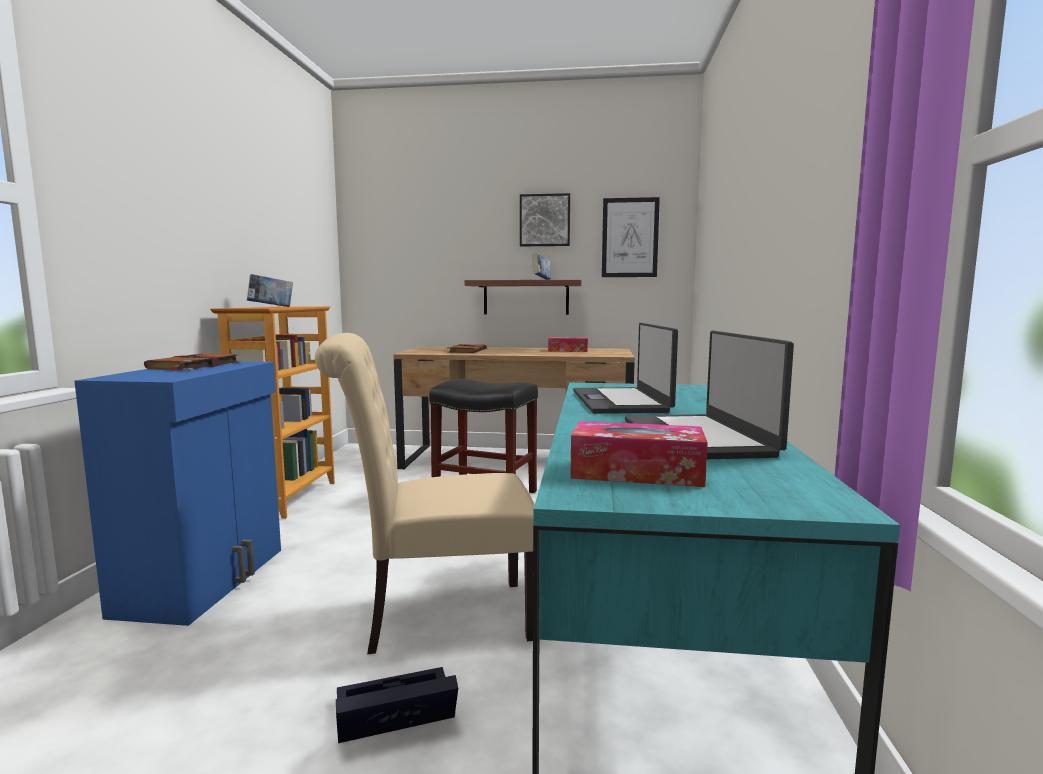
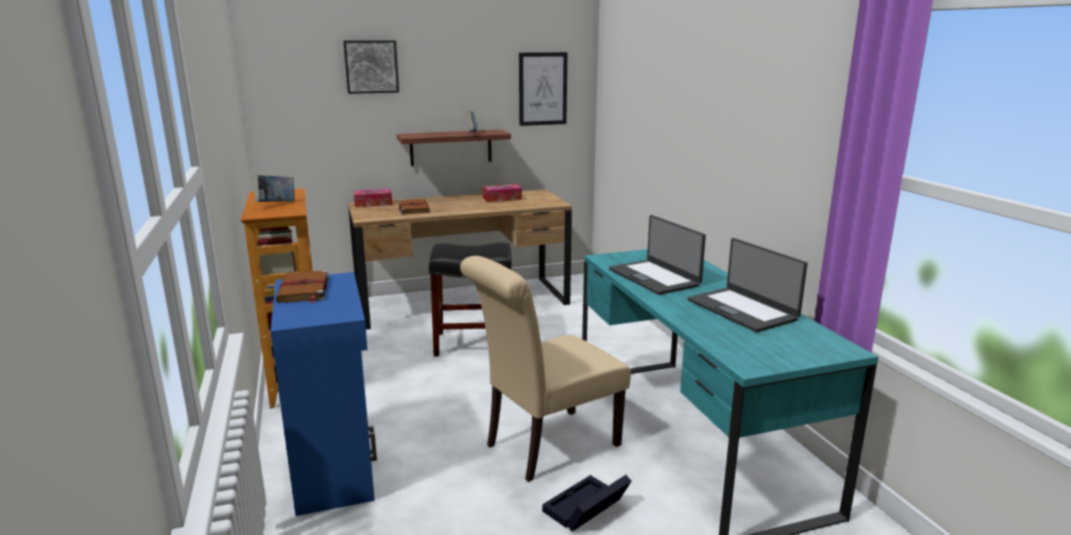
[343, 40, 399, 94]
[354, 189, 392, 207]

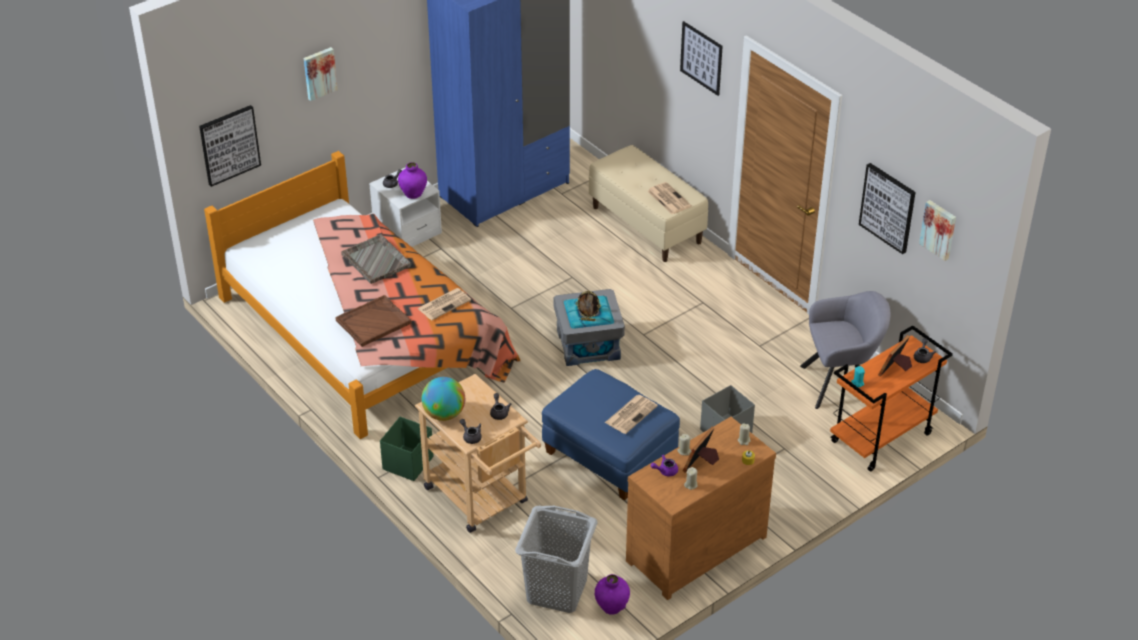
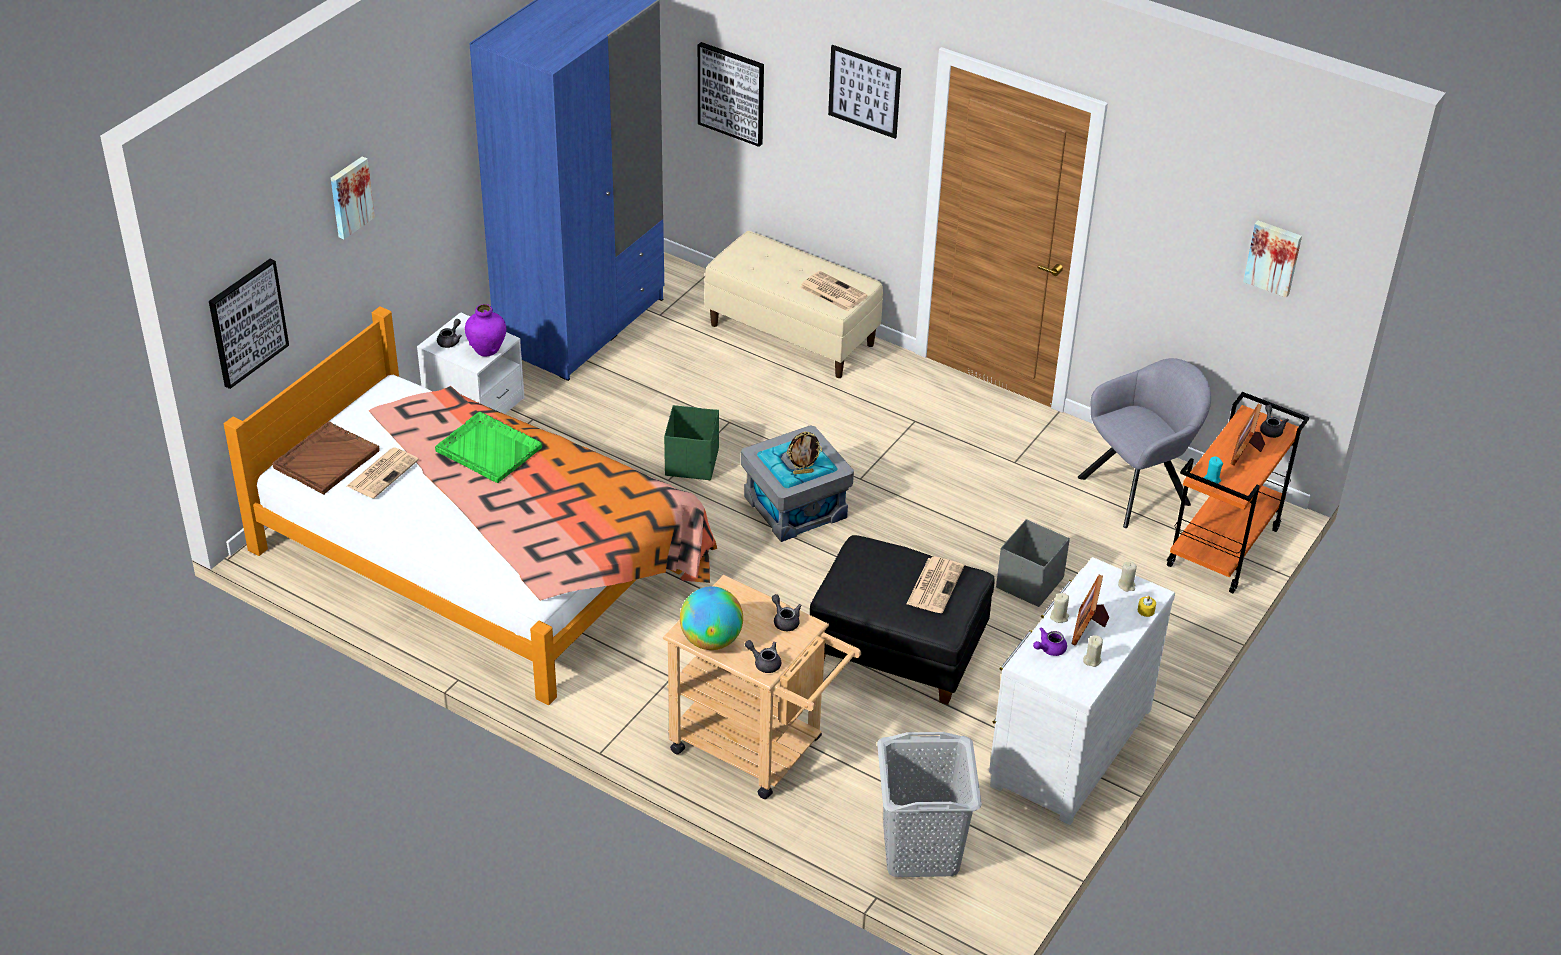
[272, 421, 380, 494]
[435, 412, 542, 483]
[664, 405, 719, 480]
[347, 447, 419, 499]
[810, 535, 994, 705]
[595, 574, 630, 615] (first image)
[989, 557, 1175, 825]
[698, 42, 764, 147]

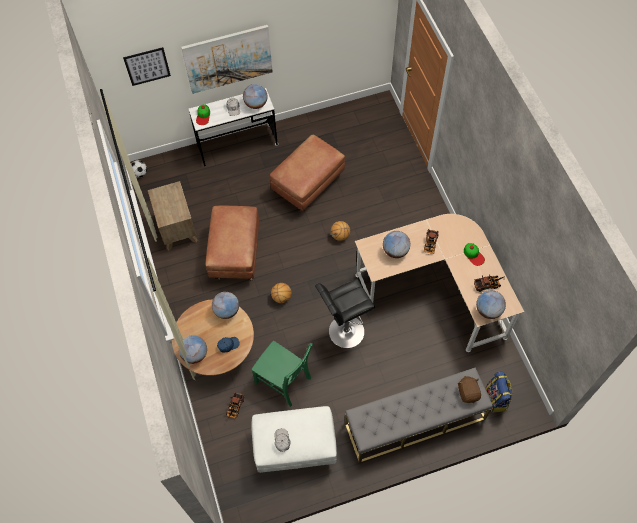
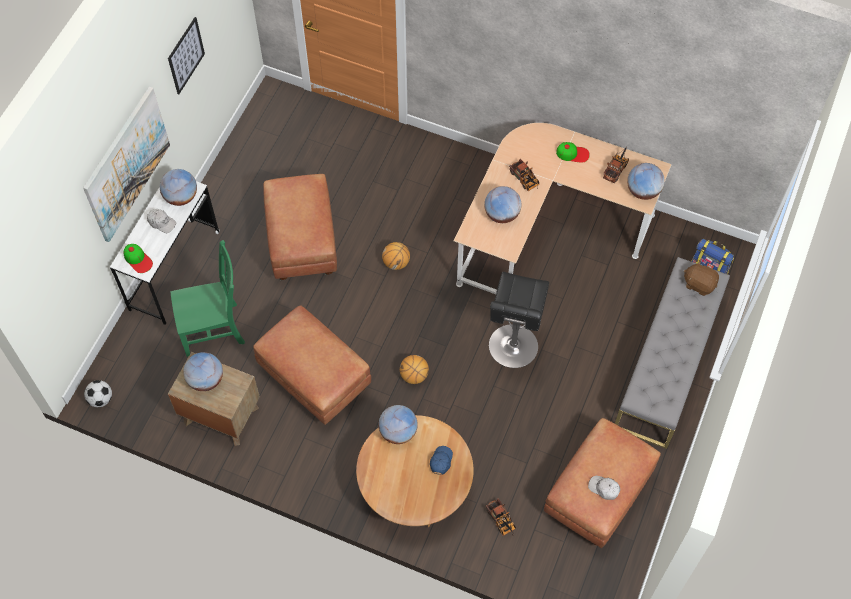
[168, 17, 205, 95]
[183, 352, 223, 391]
[170, 240, 245, 357]
[544, 418, 661, 548]

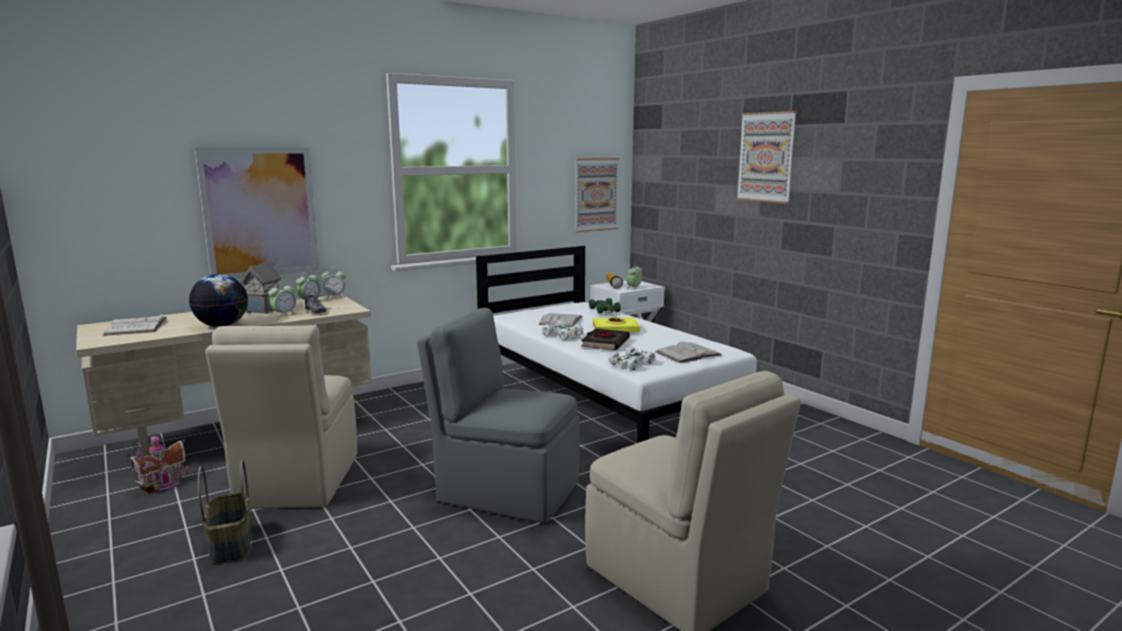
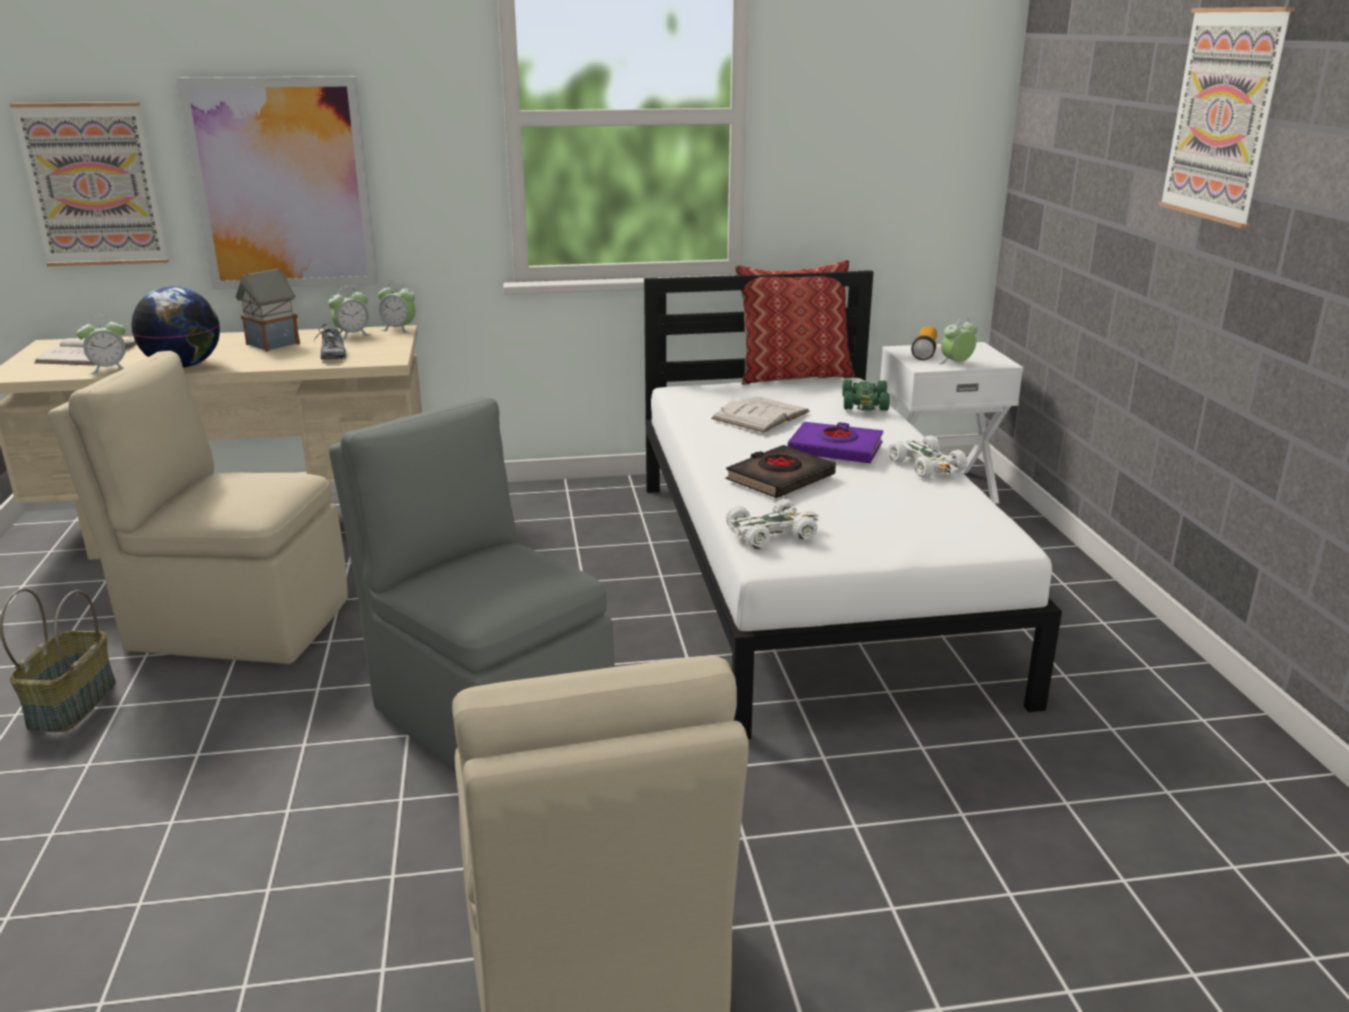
[126, 433, 190, 493] (first image)
[48, 351, 348, 664]
[77, 316, 125, 374]
[888, 436, 967, 478]
[10, 102, 169, 266]
[788, 422, 883, 463]
[656, 342, 722, 363] (first image)
[734, 260, 854, 385]

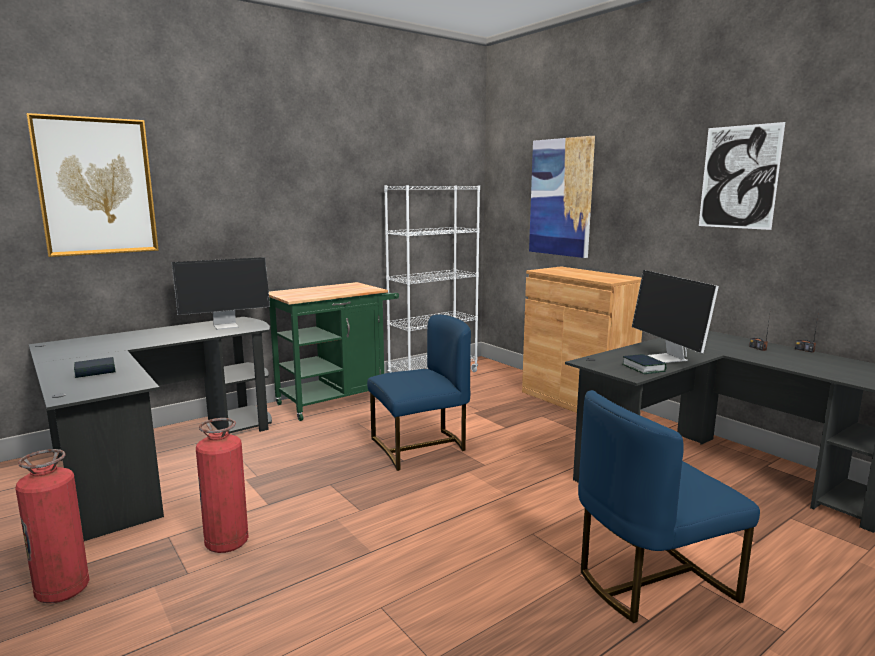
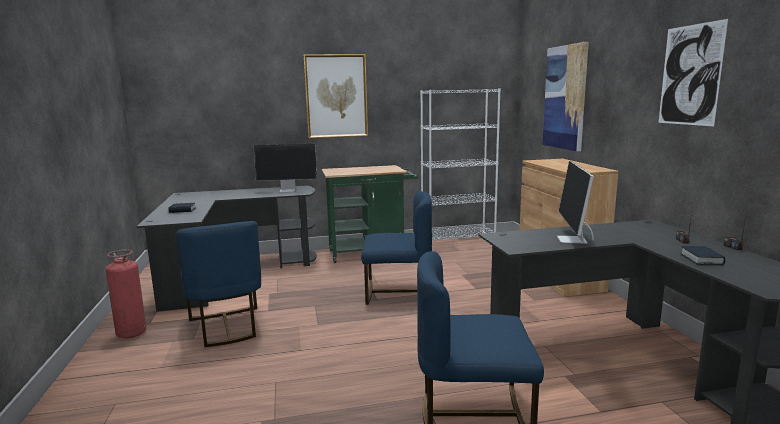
[304, 54, 368, 138]
[176, 221, 261, 347]
[680, 246, 725, 265]

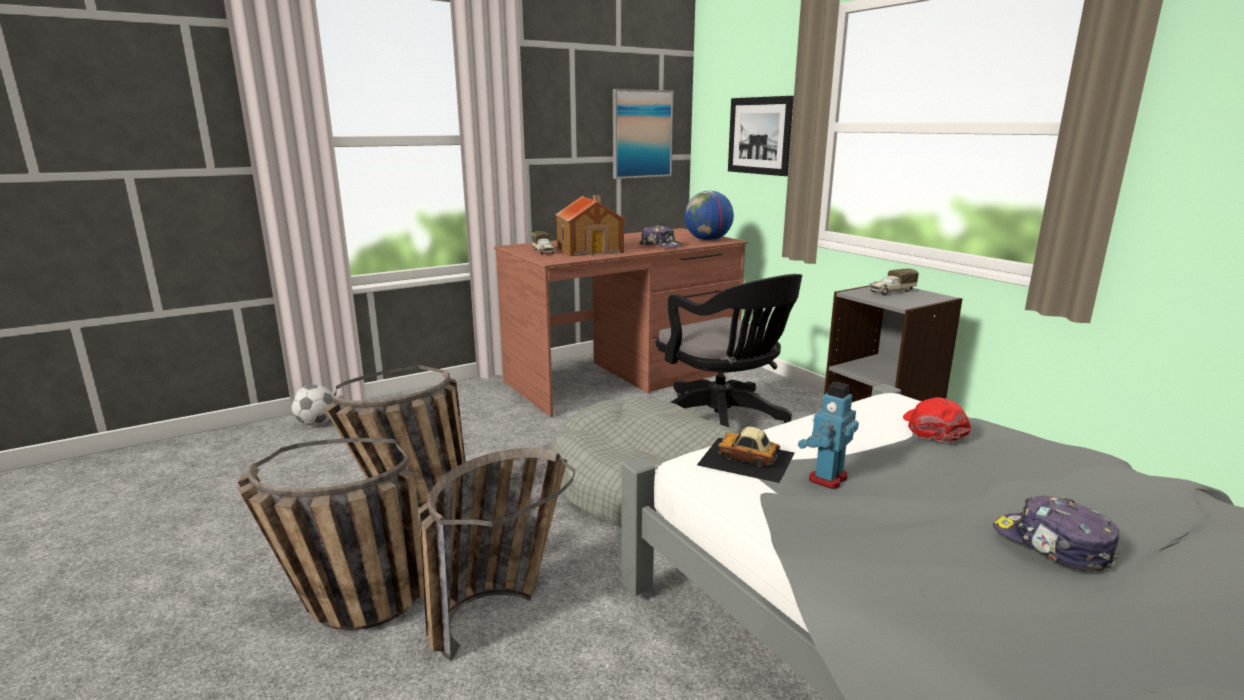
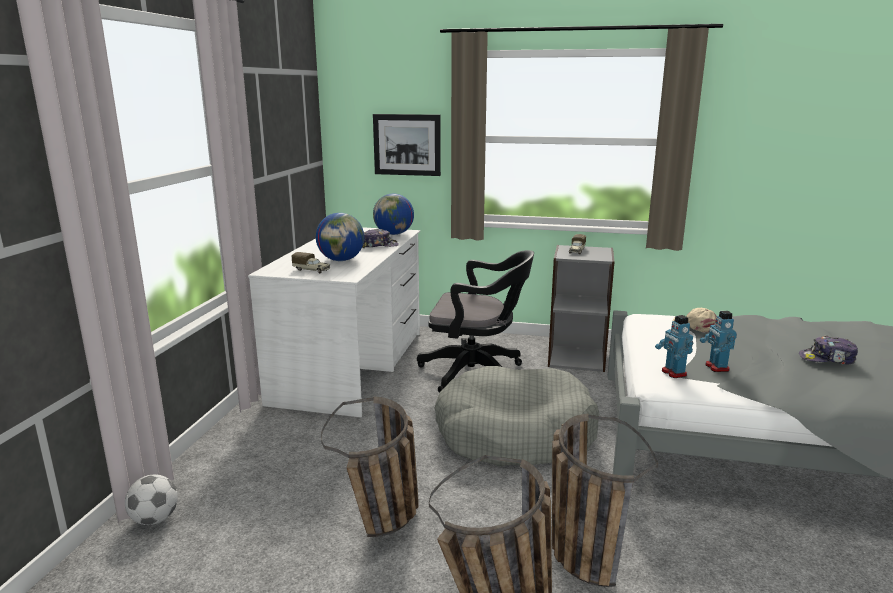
[248, 227, 420, 417]
[316, 213, 364, 261]
[613, 89, 673, 179] (first image)
[655, 315, 693, 378]
[673, 308, 717, 332]

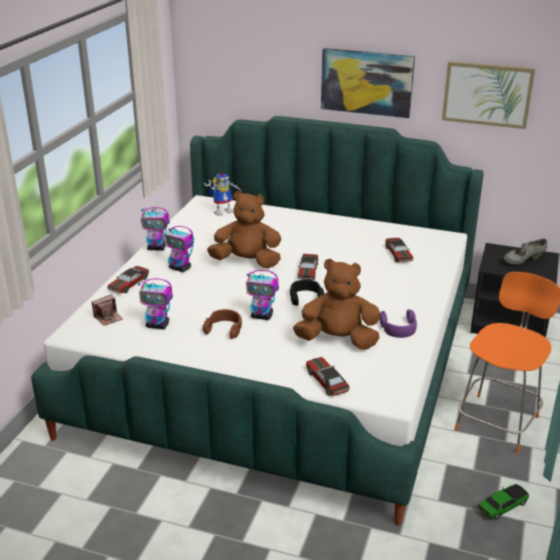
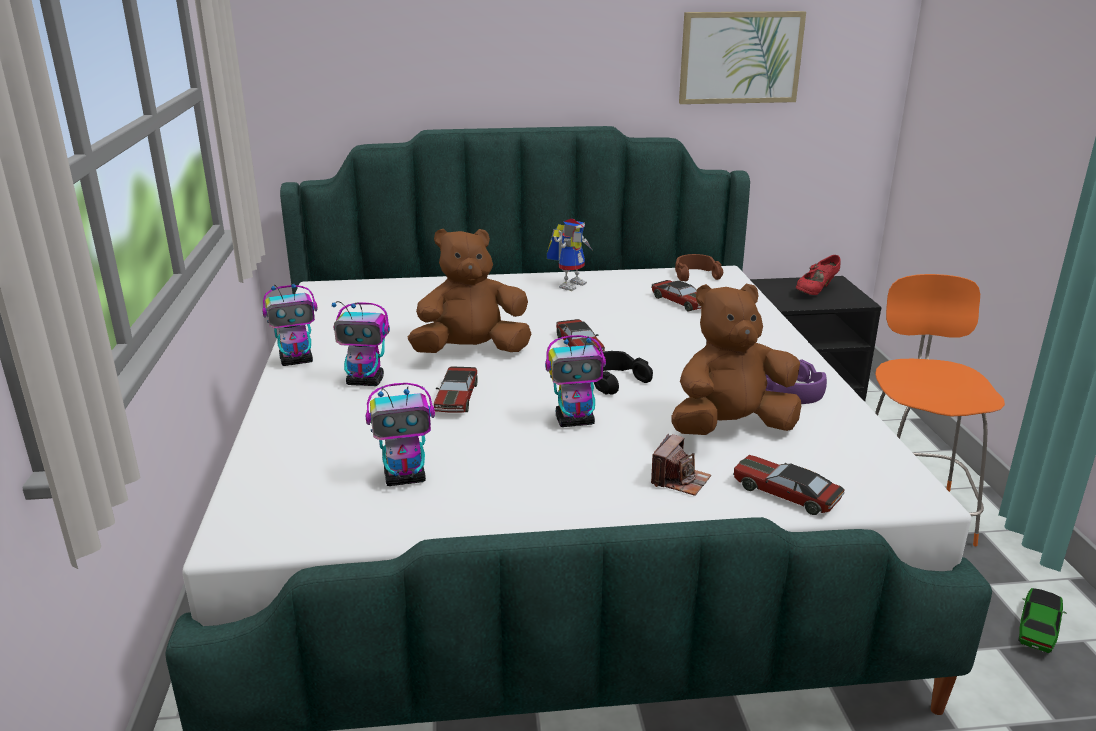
[651, 434, 711, 496]
[434, 366, 478, 412]
[675, 254, 723, 282]
[547, 218, 592, 291]
[321, 48, 415, 118] (first image)
[796, 255, 841, 295]

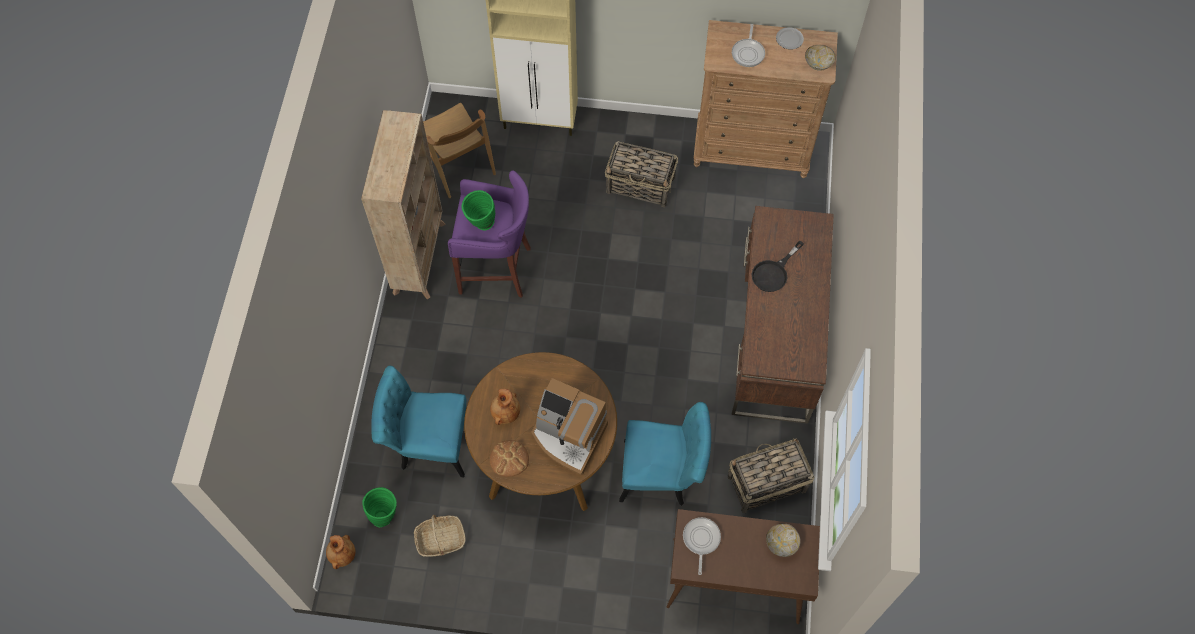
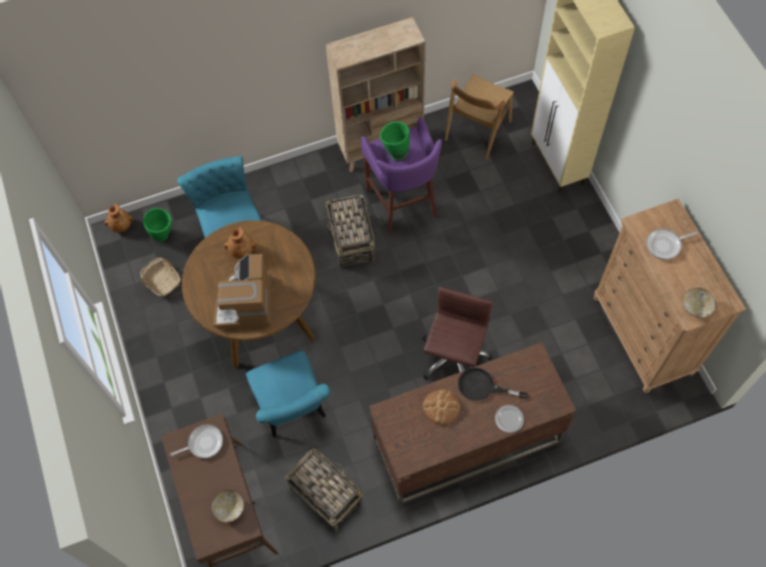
[423, 389, 460, 425]
[325, 194, 375, 268]
[495, 405, 524, 433]
[422, 287, 493, 380]

